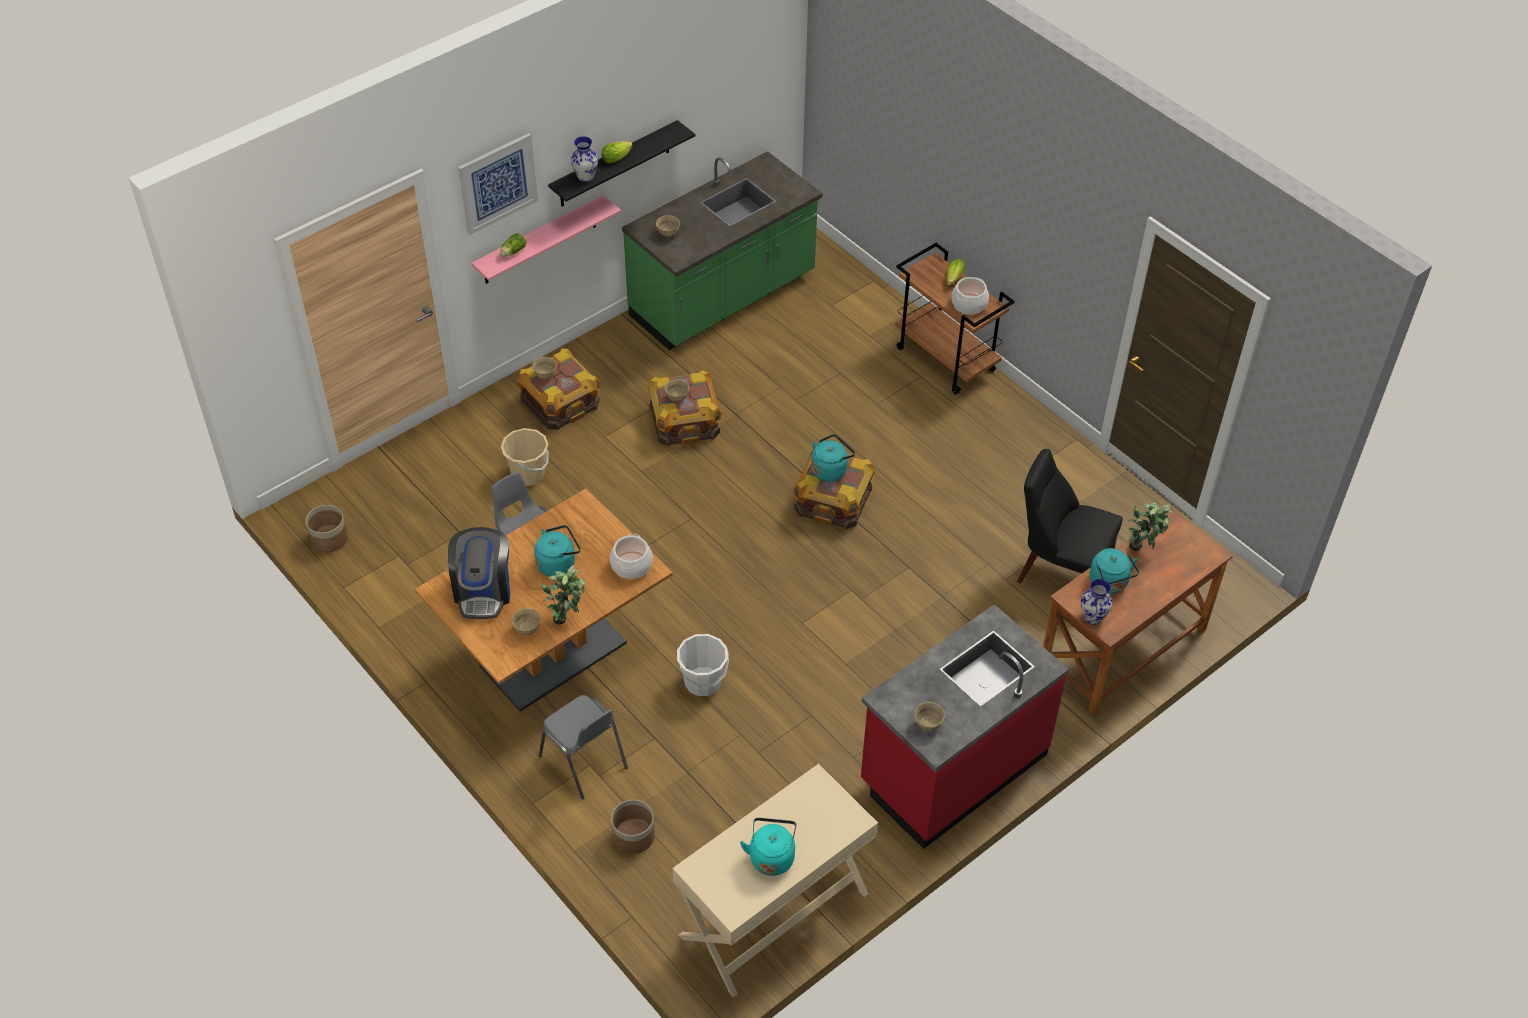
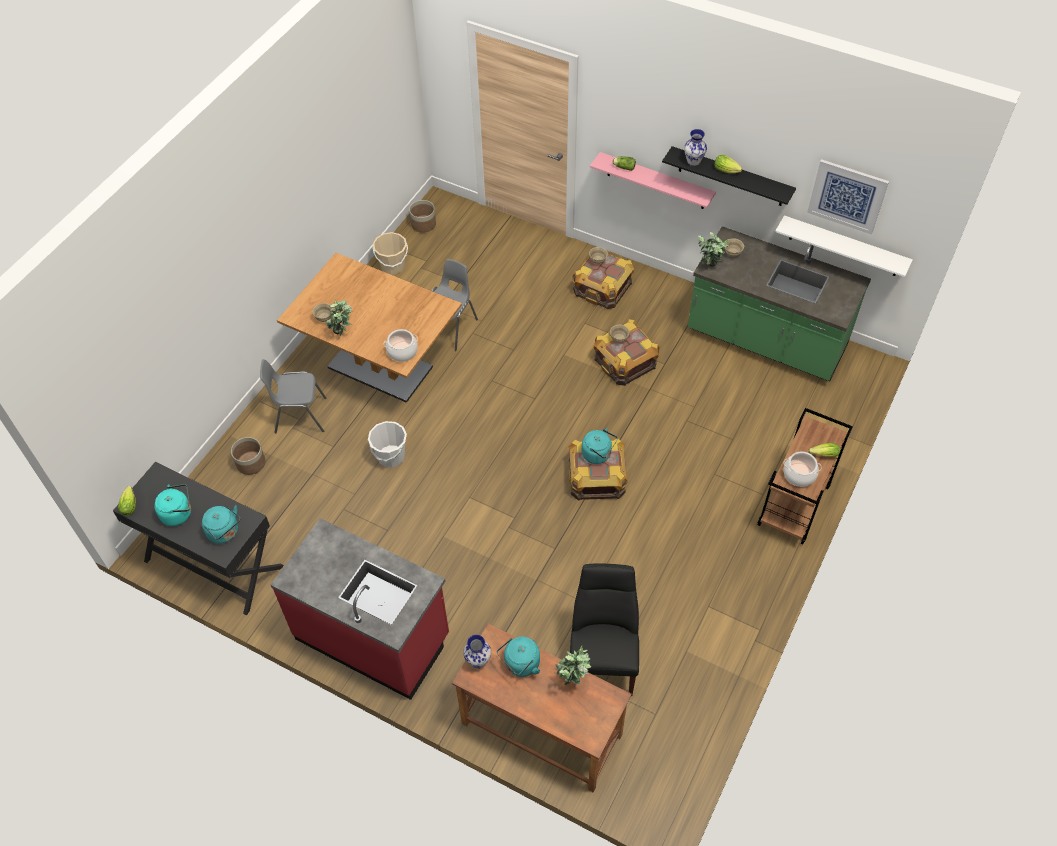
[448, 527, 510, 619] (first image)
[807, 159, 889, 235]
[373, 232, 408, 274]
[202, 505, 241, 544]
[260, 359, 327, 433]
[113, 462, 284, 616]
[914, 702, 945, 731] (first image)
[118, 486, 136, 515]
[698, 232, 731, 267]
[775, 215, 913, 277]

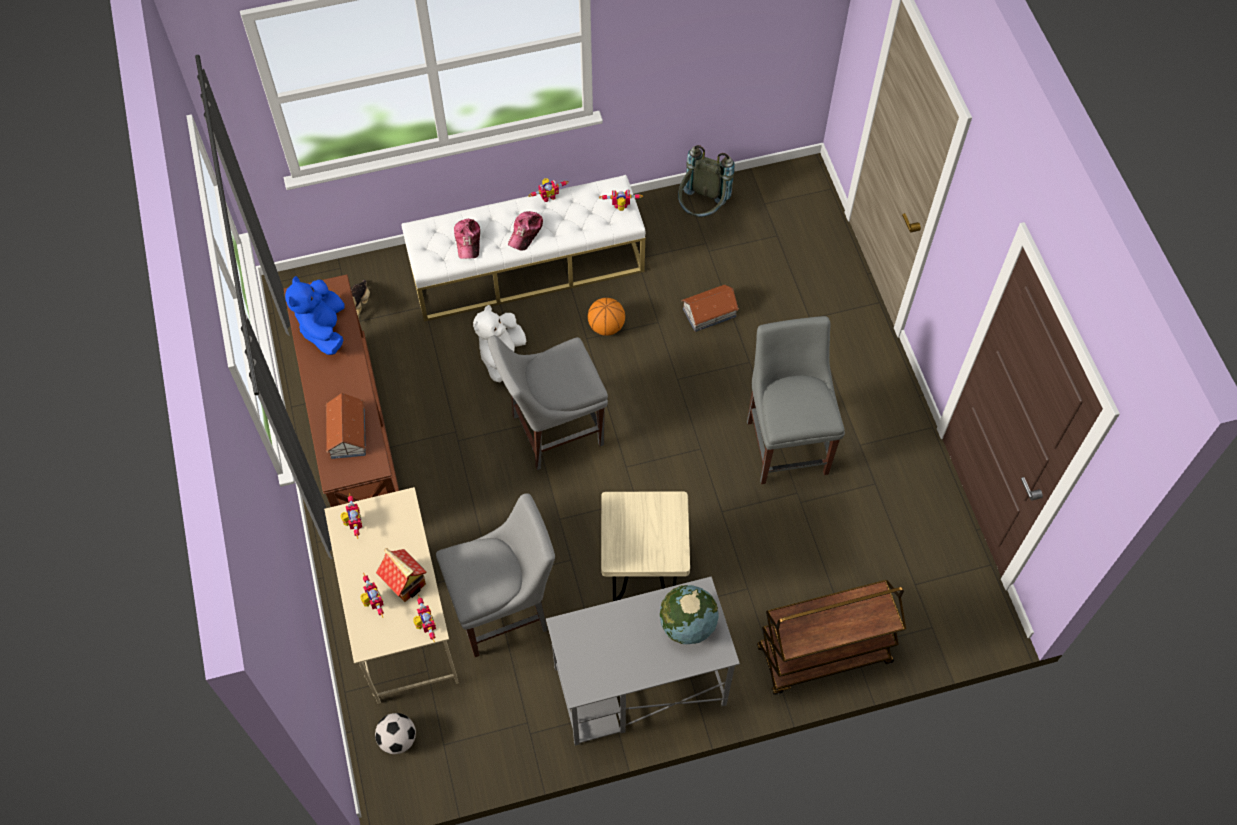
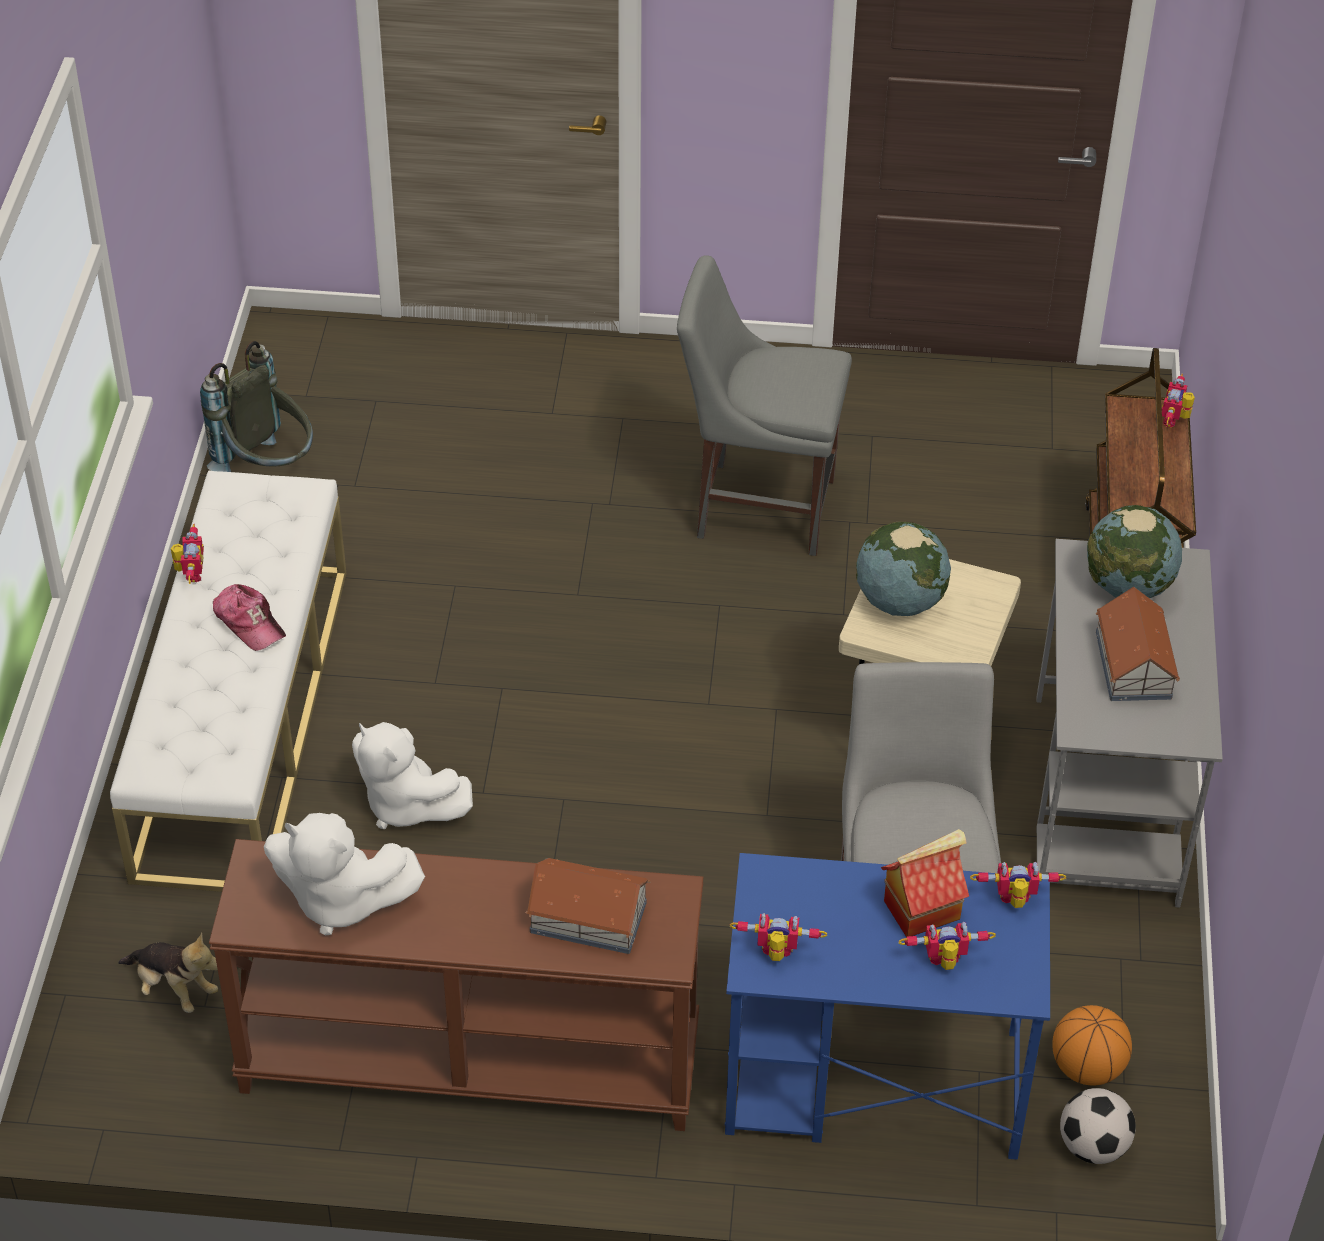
[264, 813, 425, 935]
[725, 853, 1050, 1160]
[454, 219, 480, 259] (first image)
[488, 335, 608, 470] (first image)
[1052, 1005, 1132, 1085]
[1162, 374, 1195, 427]
[1096, 587, 1180, 701]
[856, 521, 951, 616]

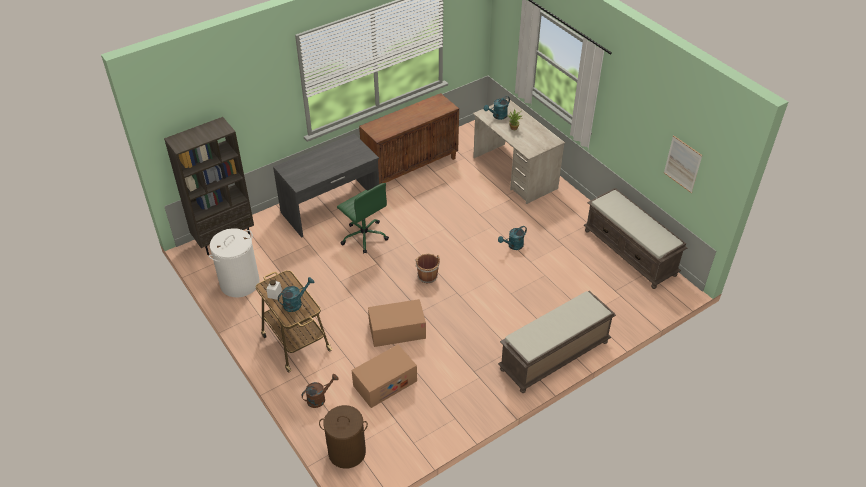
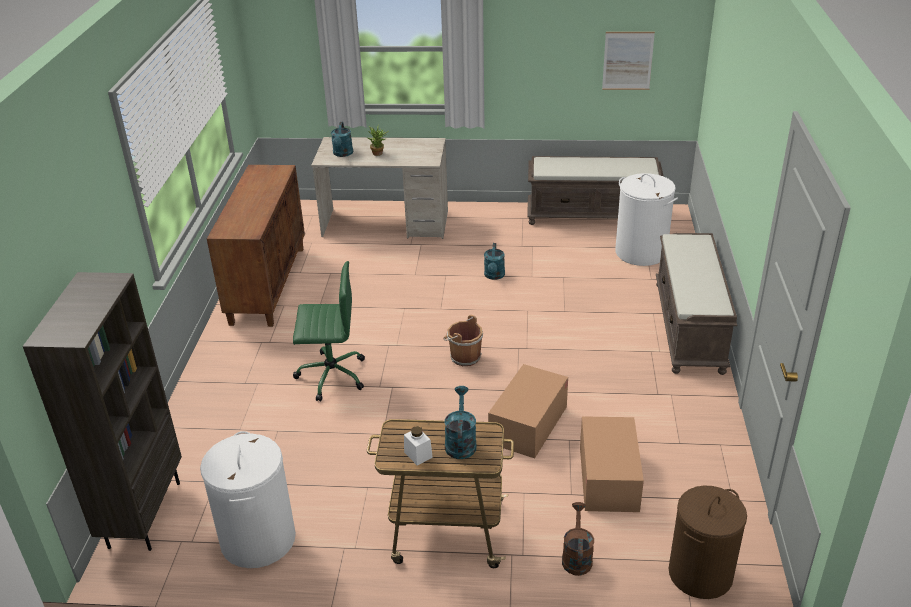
[273, 134, 379, 238] (first image)
[615, 173, 678, 266]

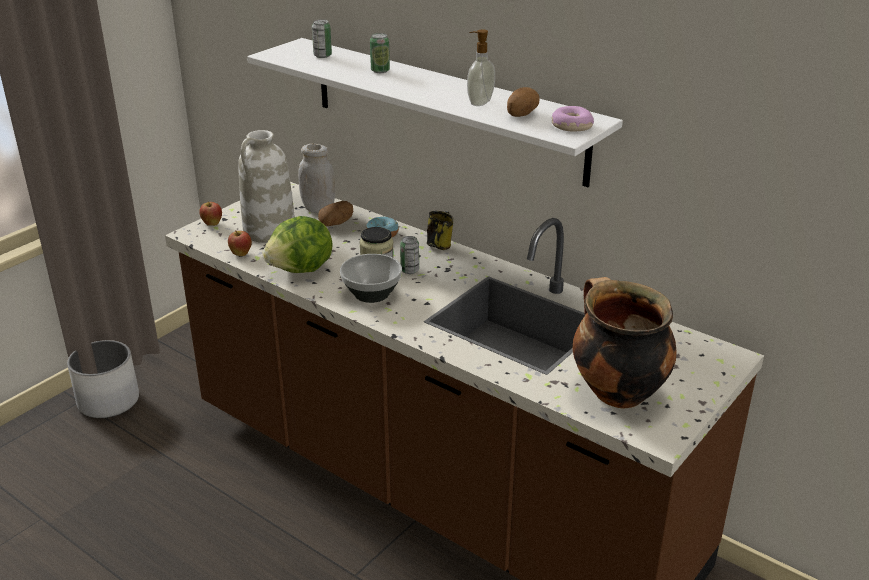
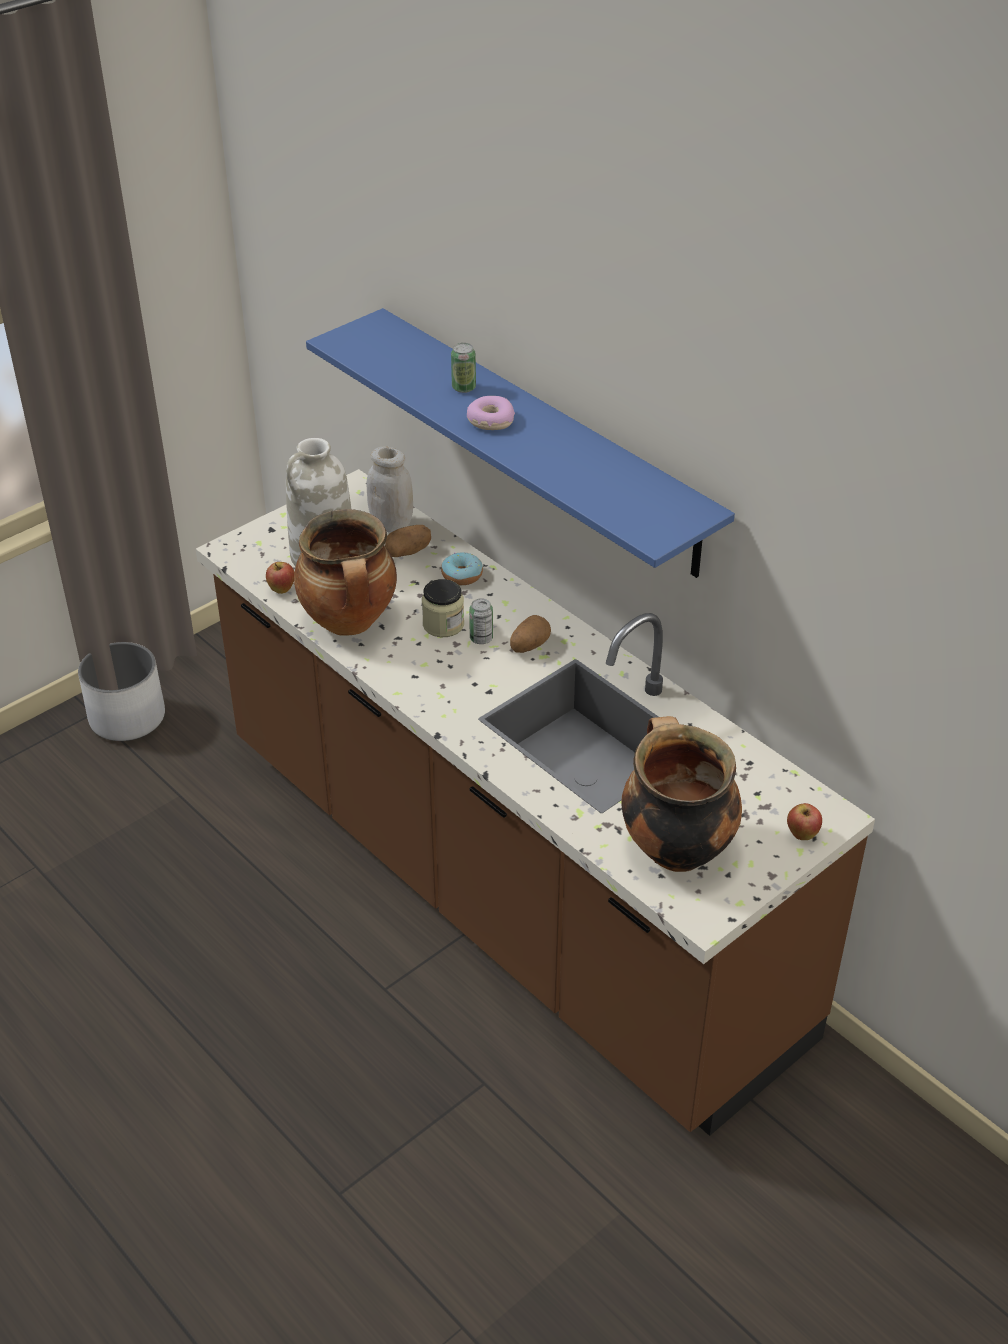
[787, 803, 822, 840]
[306, 308, 735, 578]
[294, 509, 397, 636]
[312, 19, 332, 58] (first image)
[340, 254, 402, 303] (first image)
[427, 211, 454, 250] (first image)
[467, 30, 495, 106] (first image)
[510, 615, 551, 653]
[467, 396, 515, 430]

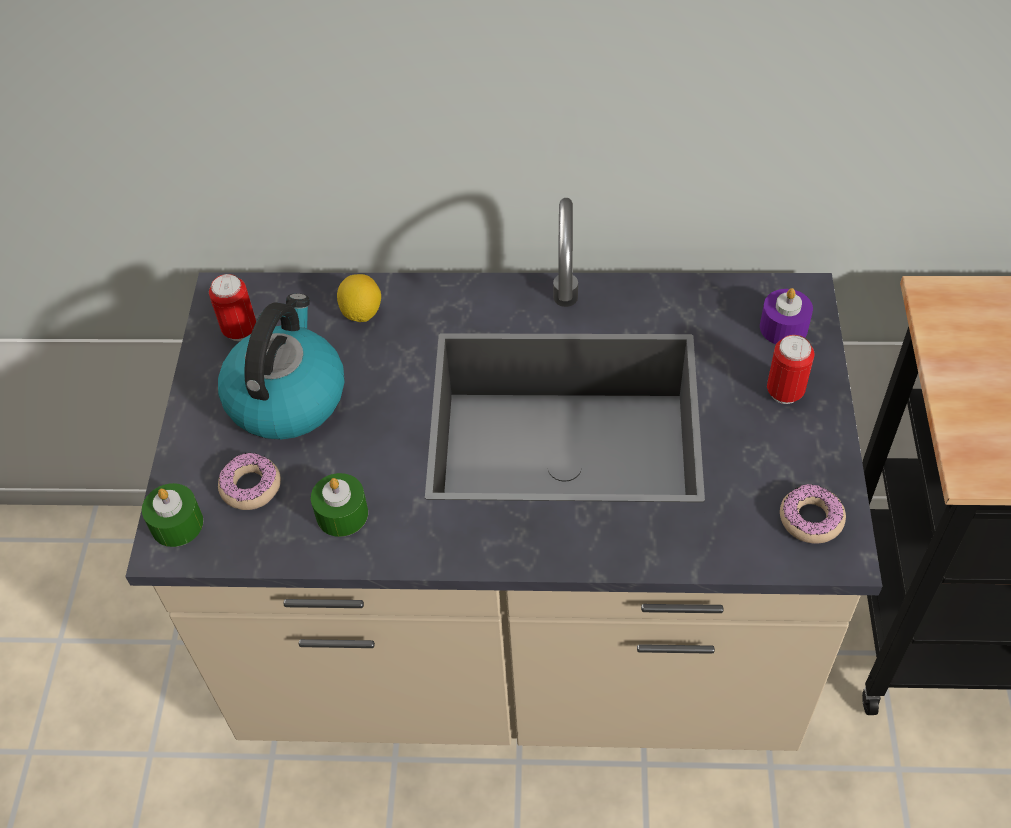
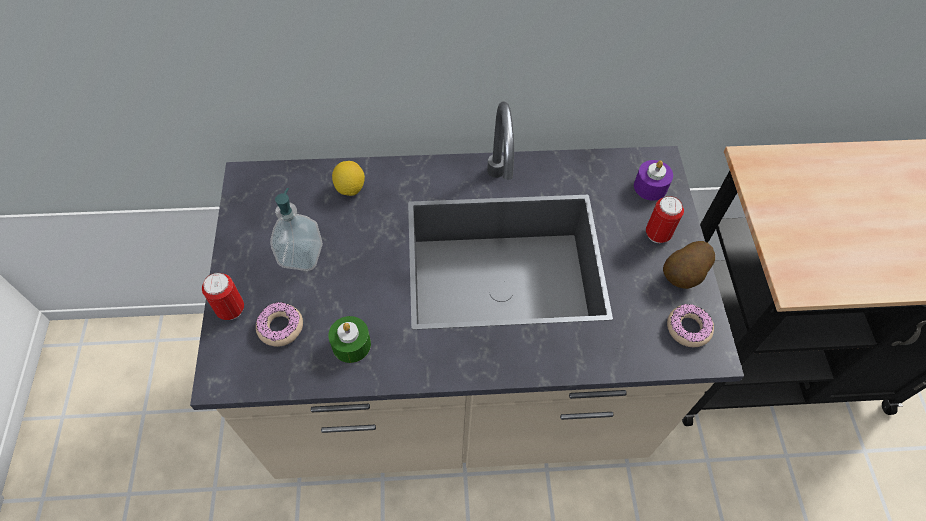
[142, 483, 203, 547] (first image)
[202, 273, 244, 320]
[270, 188, 323, 271]
[663, 241, 715, 289]

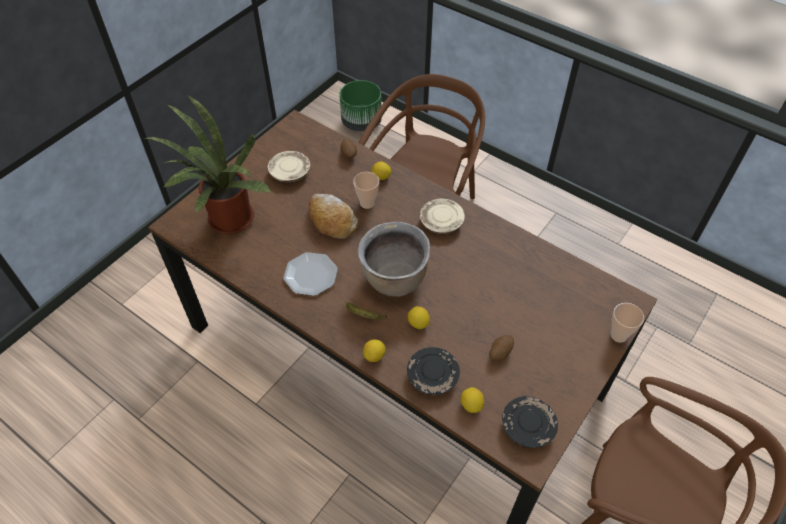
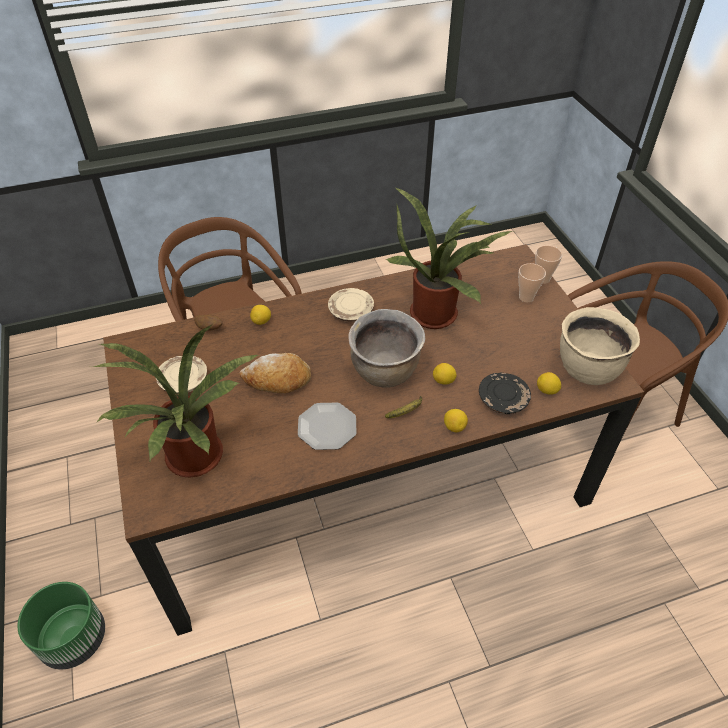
[17, 582, 105, 669]
[518, 263, 546, 302]
[489, 335, 514, 361] (first image)
[560, 307, 640, 385]
[386, 187, 514, 329]

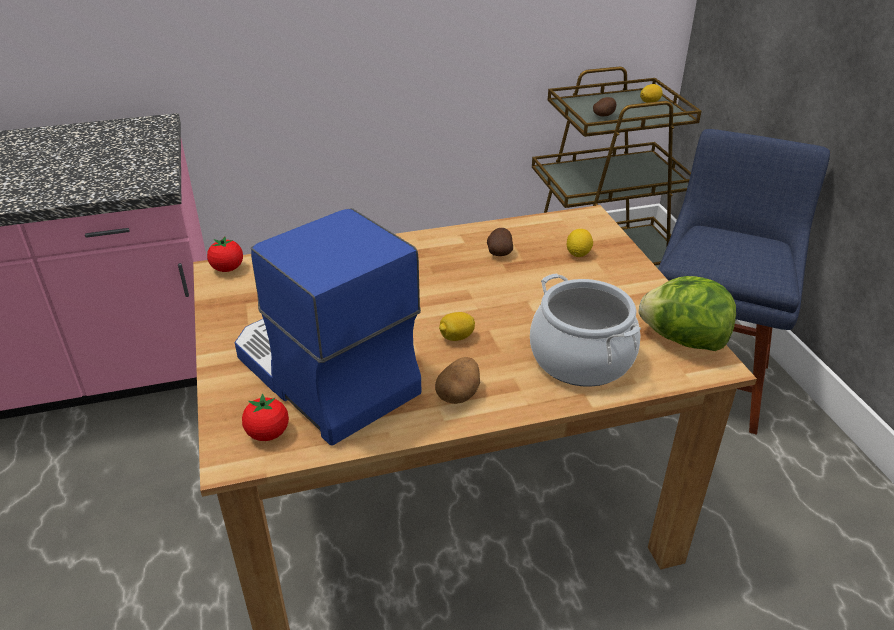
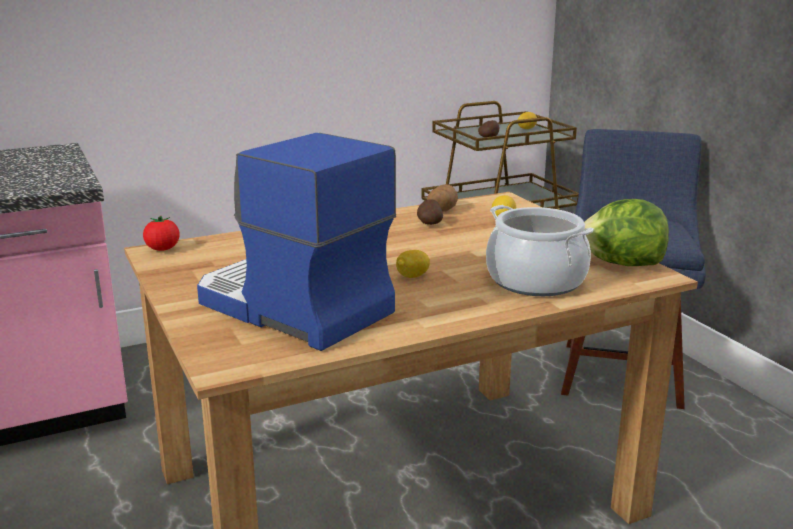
[242, 394, 289, 441] (first image)
[427, 184, 458, 212]

